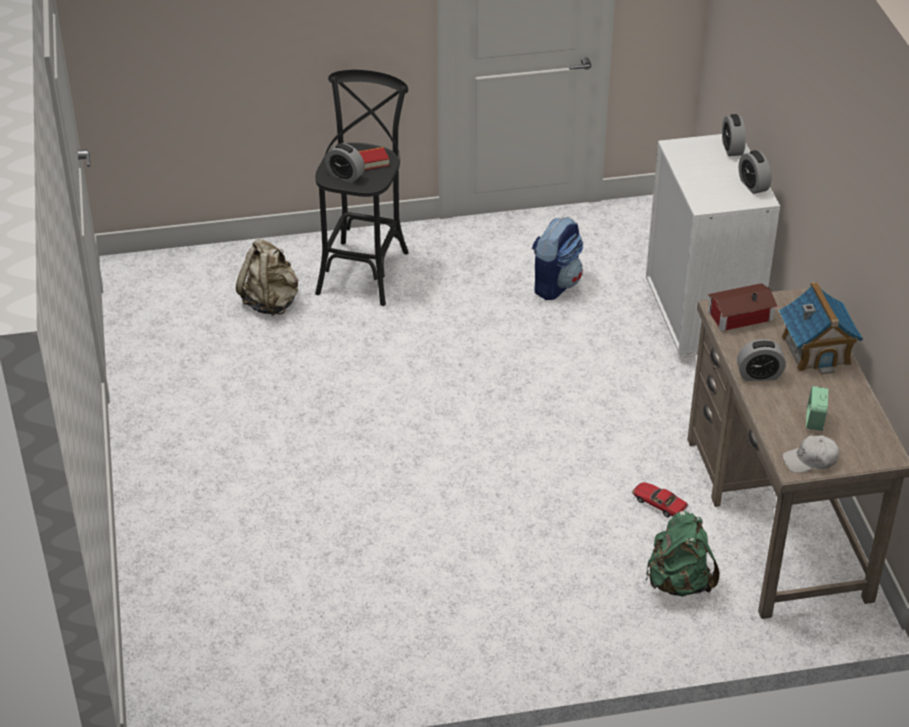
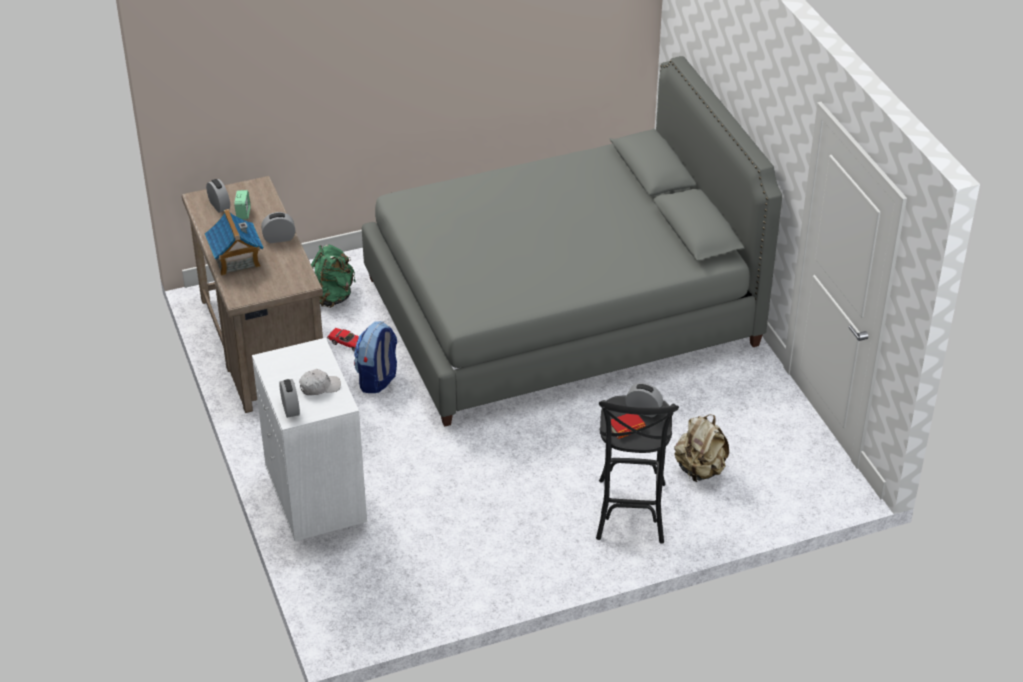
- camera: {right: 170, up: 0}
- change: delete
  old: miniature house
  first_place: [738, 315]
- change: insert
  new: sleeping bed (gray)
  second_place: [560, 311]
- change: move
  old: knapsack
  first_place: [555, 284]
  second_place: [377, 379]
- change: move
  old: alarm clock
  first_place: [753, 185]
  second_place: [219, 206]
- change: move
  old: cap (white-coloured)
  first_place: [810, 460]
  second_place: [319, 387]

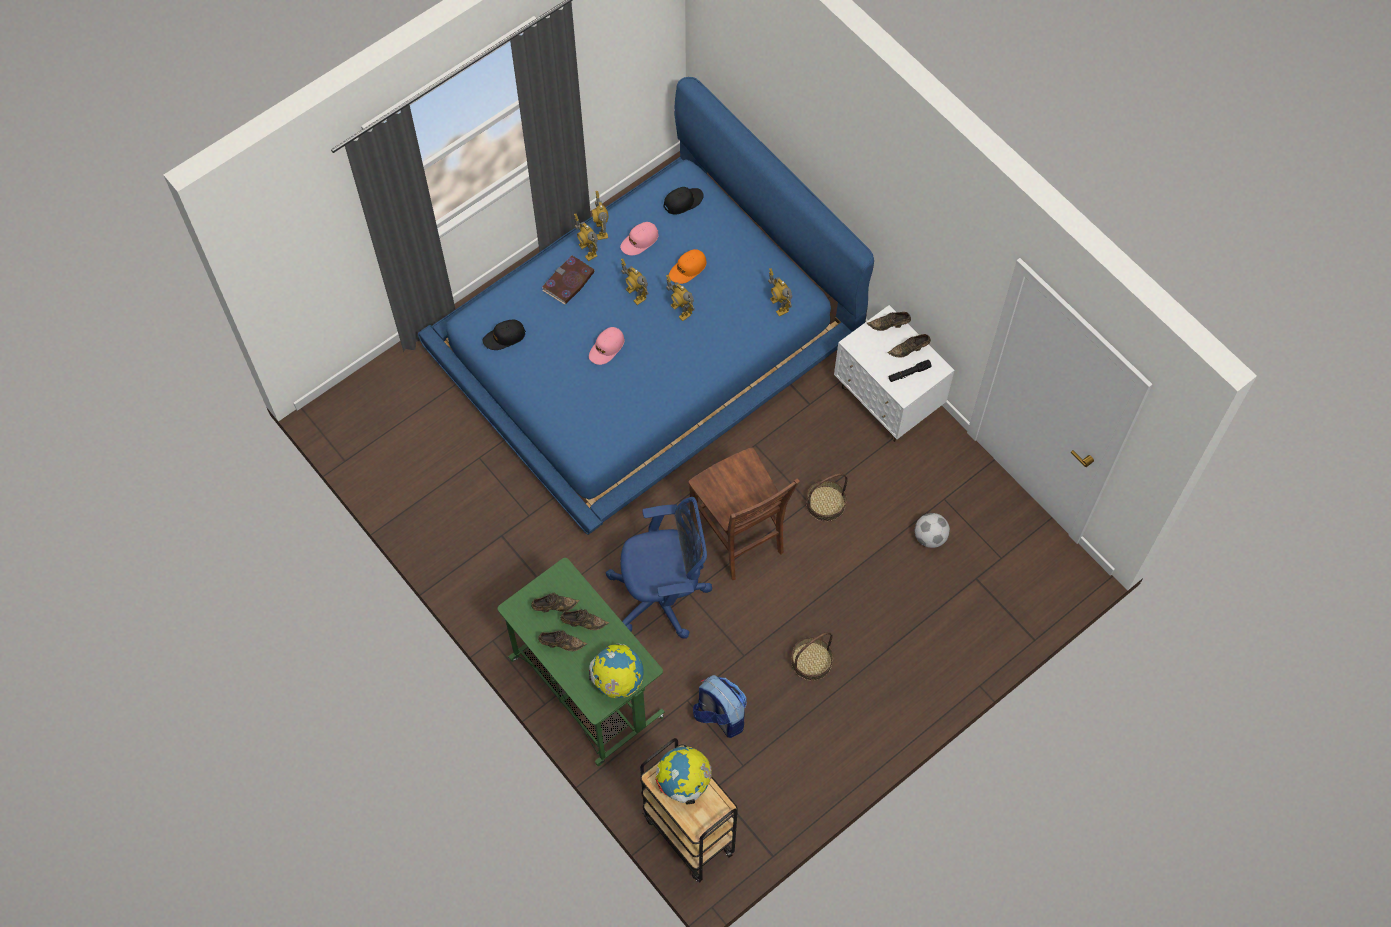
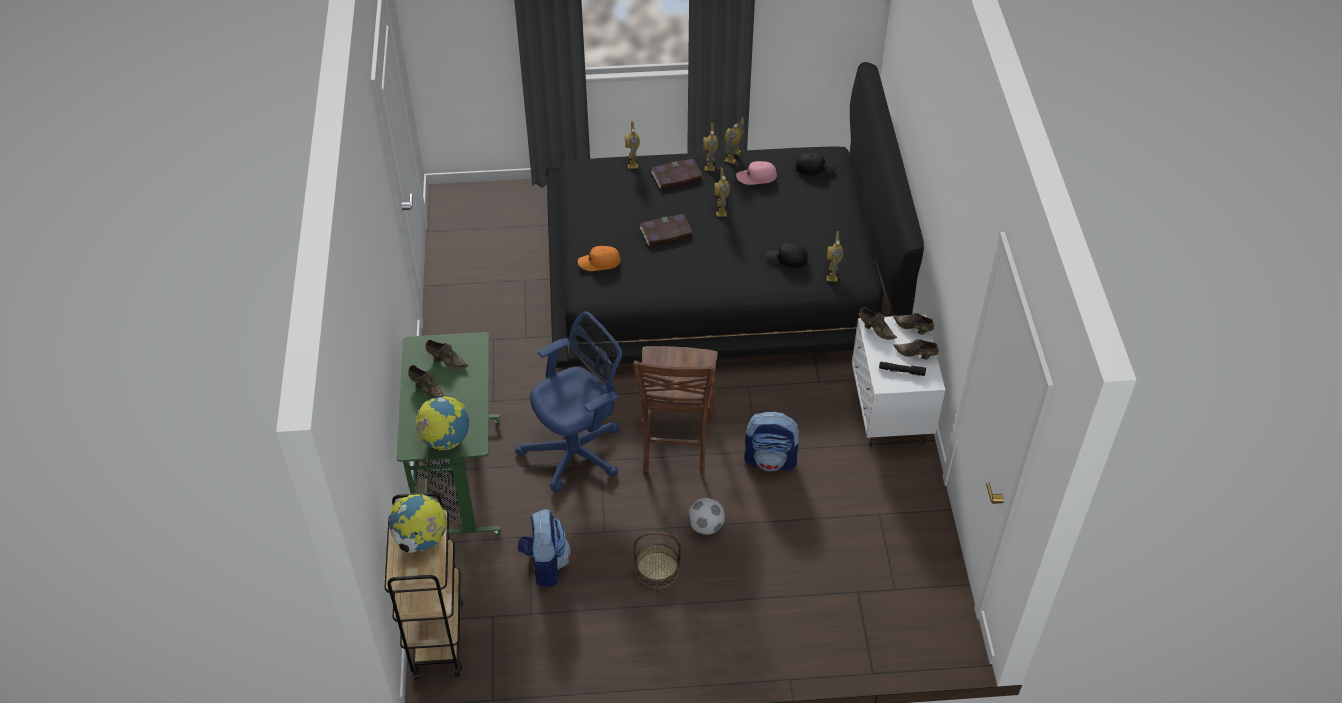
- camera: {right: 35, up: -15}
- change: move
  old: cap (black)
  first_place: [504, 337]
  second_place: [787, 259]
- change: move
  old: low shoe (brown-coloured)
  first_place: [583, 623]
  second_place: [875, 329]
- change: move
  old: model robot
  first_place: [680, 310]
  second_place: [632, 161]
- change: move
  old: cap (orangey)
  first_place: [687, 269]
  second_place: [599, 262]
- change: move
  old: football
  first_place: [930, 537]
  second_place: [706, 526]
- change: replace
  old: cap (pinkish)
  new: volume
  first_place: [606, 348]
  second_place: [666, 232]
- change: replace
  old: basket
  new: knapsack
  first_place: [825, 503]
  second_place: [771, 460]
- change: recolor
  old: sleeping bed (blue)
  new: sleeping bed (black)
  first_place: [645, 344]
  second_place: [720, 272]
- change: rotate
  old: desk chair (blue)
  first_place: [663, 596]
  second_place: [577, 451]
  degrees: -60

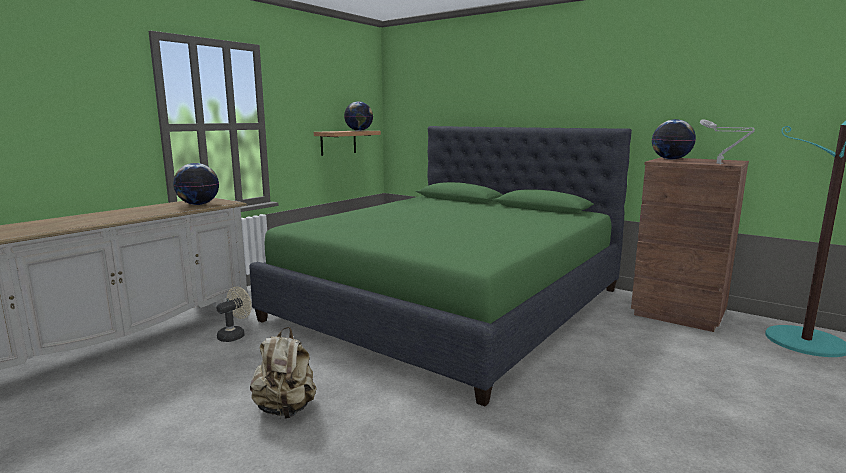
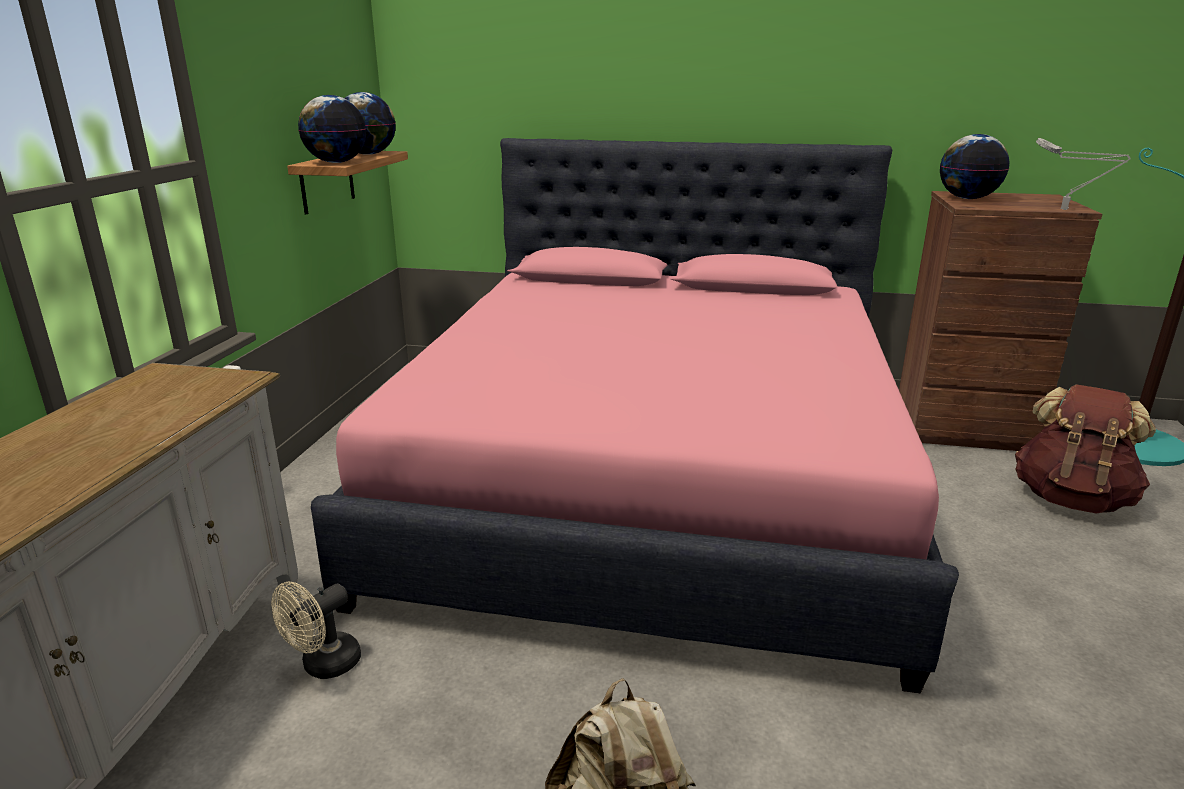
- camera: {right: -25, up: 10}
- change: insert
  new: knapsack (brown-coloured)
  second_place: [1071, 499]
- change: move
  old: world globe
  first_place: [198, 204]
  second_place: [336, 162]
- change: recolor
  old: sleeping bed (green)
  new: sleeping bed (pinkish)
  first_place: [450, 304]
  second_place: [652, 480]
- change: rotate
  old: electric fan (beige)
  first_place: [235, 335]
  second_place: [323, 666]
  degrees: -150

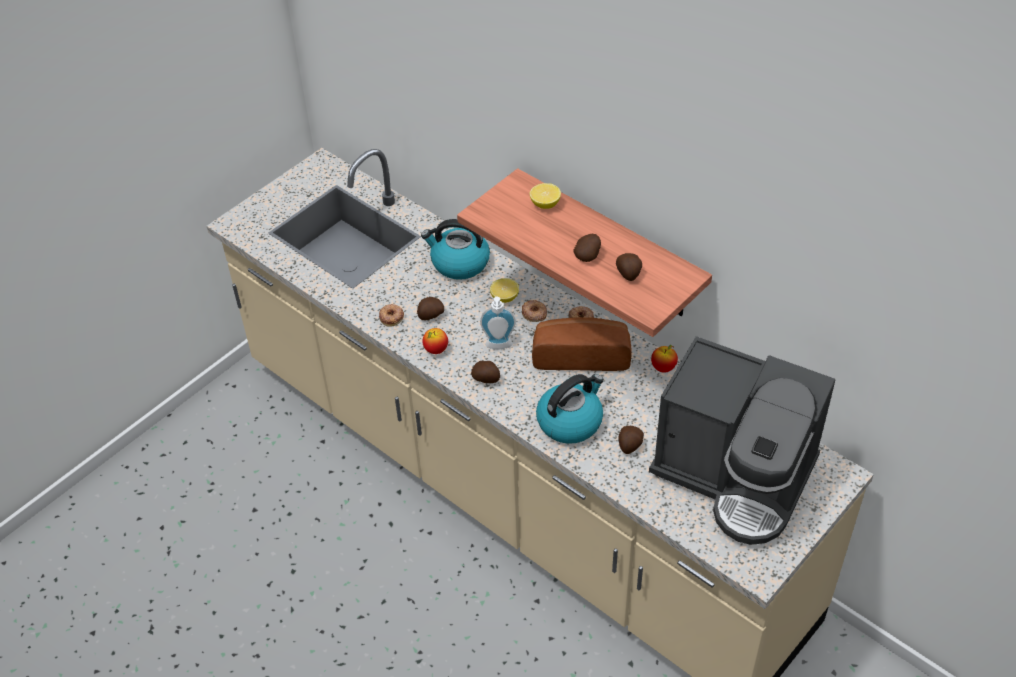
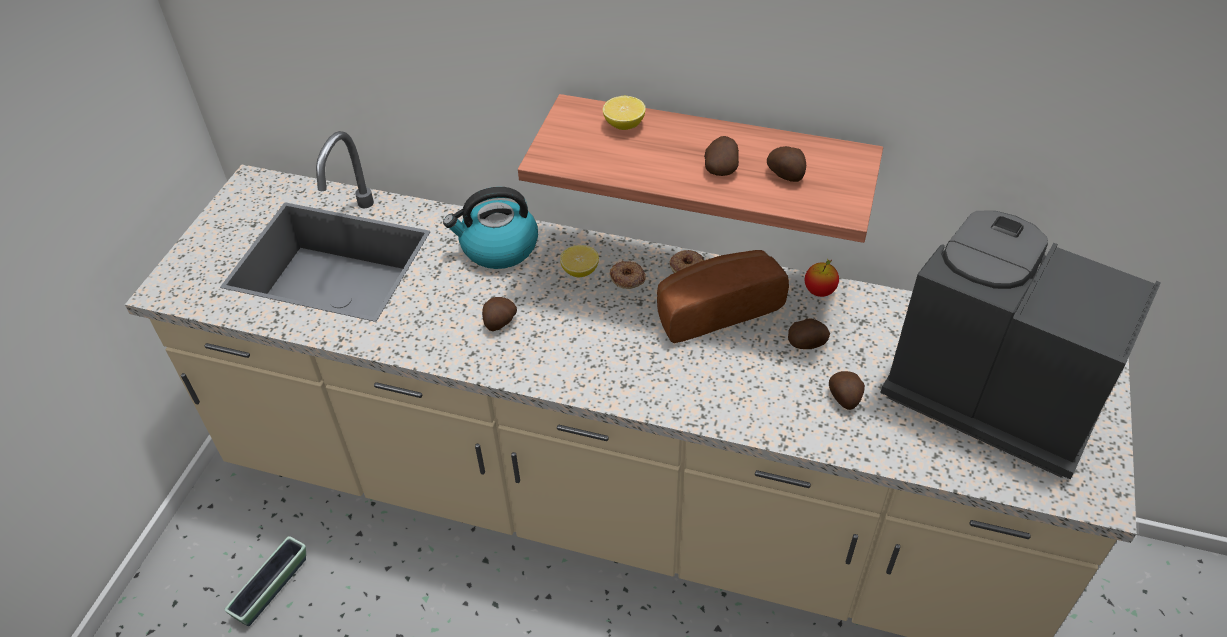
- camera: {right: -25, up: 0}
- change: delete
  old: donut
  first_place: [391, 317]
- change: delete
  old: apple fruit
  first_place: [436, 350]
- change: delete
  old: soap dispenser
  first_place: [499, 347]
- change: delete
  old: kettle
  first_place: [570, 421]
- change: insert
  new: plant pot
  second_place: [272, 588]
- change: move
  old: whole potato
  first_place: [486, 379]
  second_place: [807, 344]
- change: rotate
  old: coffee brewer
  first_place: [735, 476]
  second_place: [988, 389]
  degrees: -150

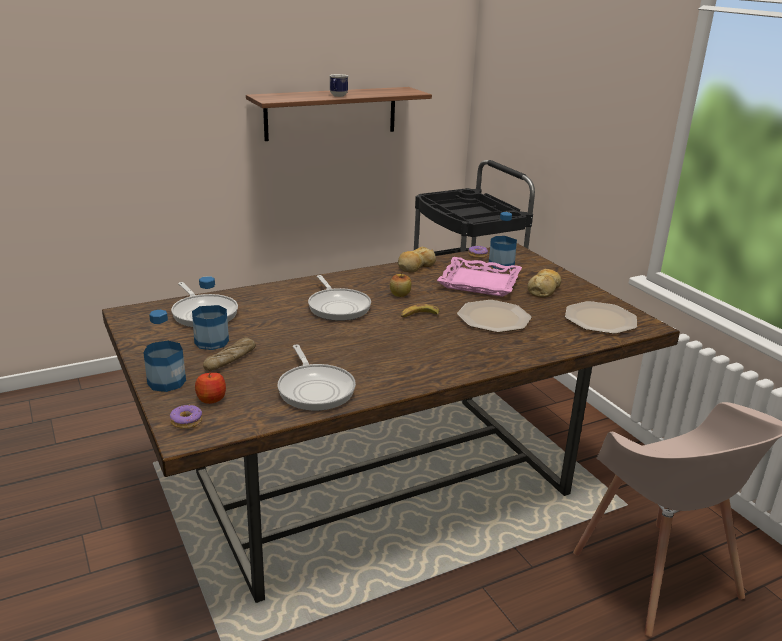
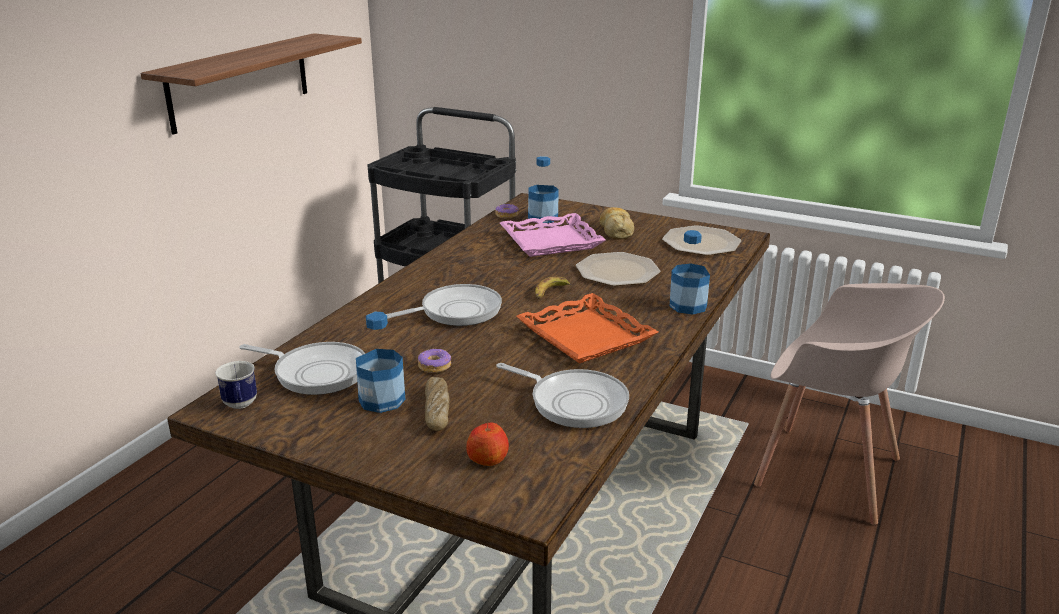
- camera: {right: -35, up: 0}
- change: delete
  old: apple fruit
  first_place: [400, 294]
- change: delete
  old: baked bread
  first_place: [415, 266]
- change: insert
  new: carrying tray (orangey)
  second_place: [584, 336]
- change: move
  old: beverage bottle
  first_place: [166, 382]
  second_place: [688, 306]
- change: move
  old: donut
  first_place: [187, 422]
  second_place: [434, 366]
- change: move
  old: mug
  first_place: [337, 96]
  second_place: [240, 406]
- change: rotate
  old: skillet
  first_place: [338, 307]
  second_place: [456, 311]
  degrees: -60

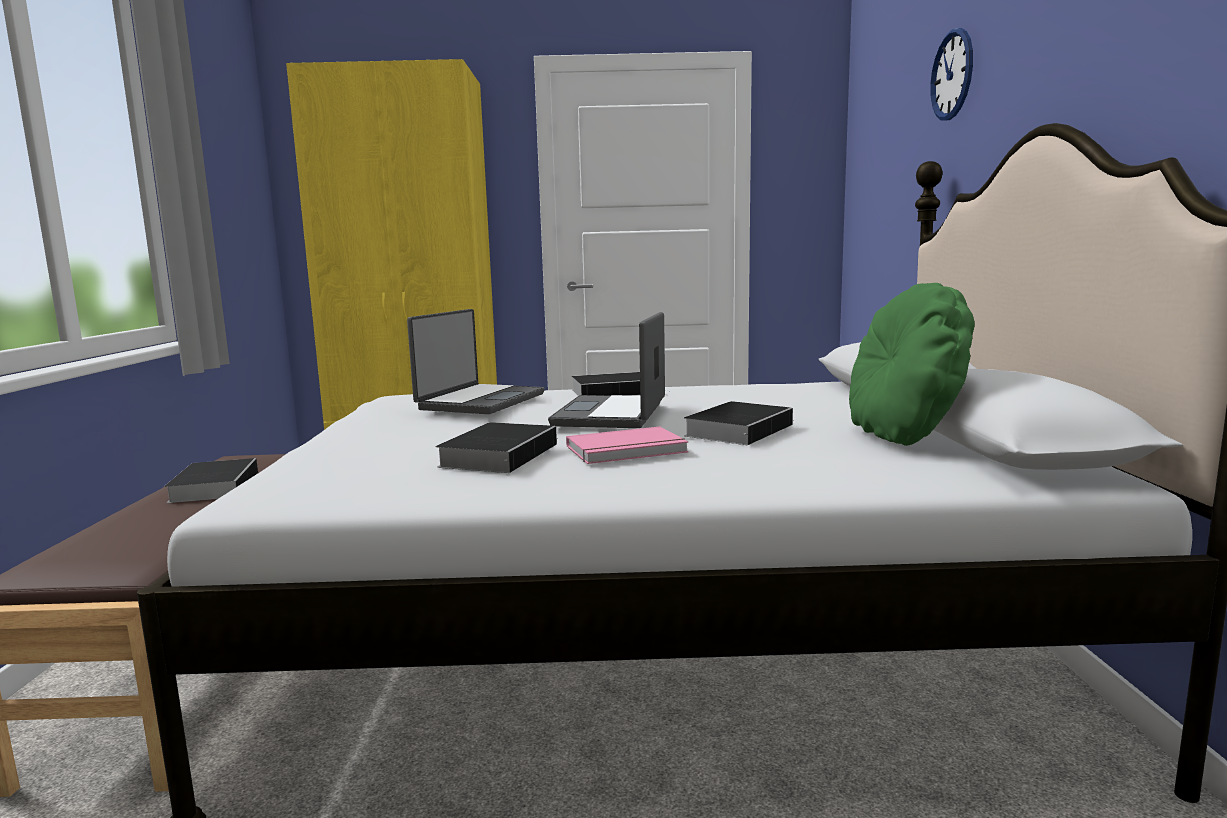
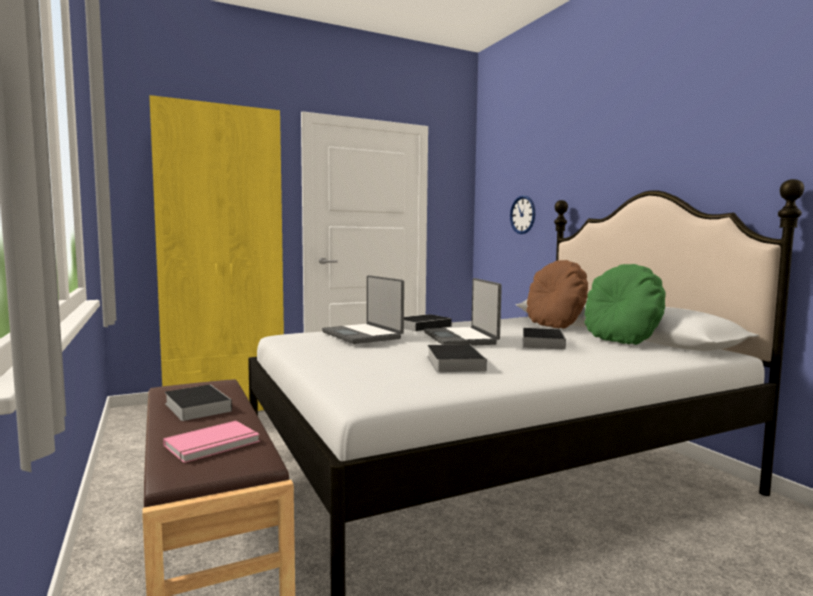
- camera: {right: -25, up: -5}
- change: insert
  new: throw pillow (brown-coloured)
  second_place: [555, 327]
- change: move
  old: volume (pinkish)
  first_place: [627, 450]
  second_place: [213, 444]
- change: move
  old: hanging clock
  first_place: [952, 75]
  second_place: [522, 214]
- change: rotate
  old: laptop
  first_place: [480, 401]
  second_place: [363, 335]
  degrees: 150

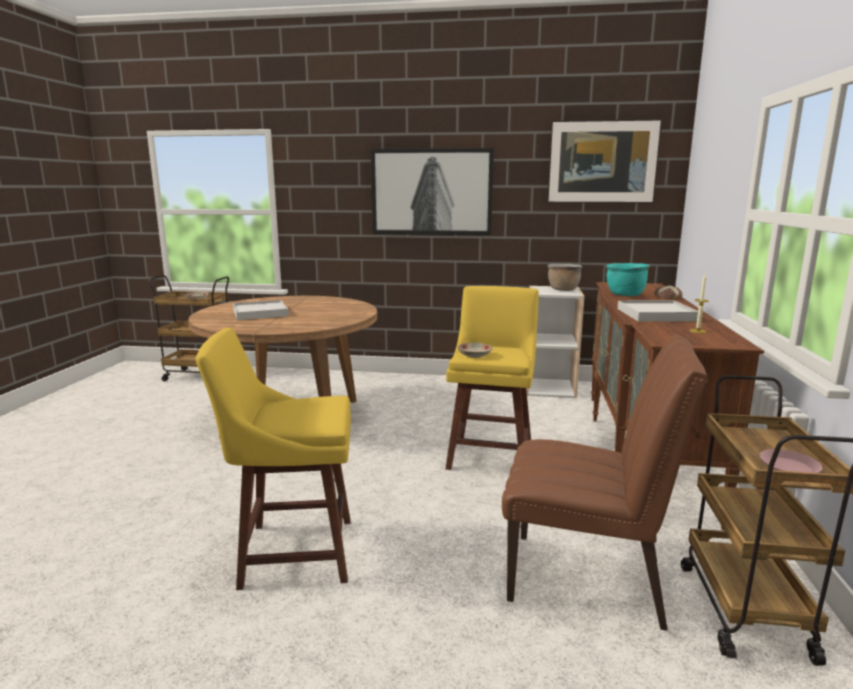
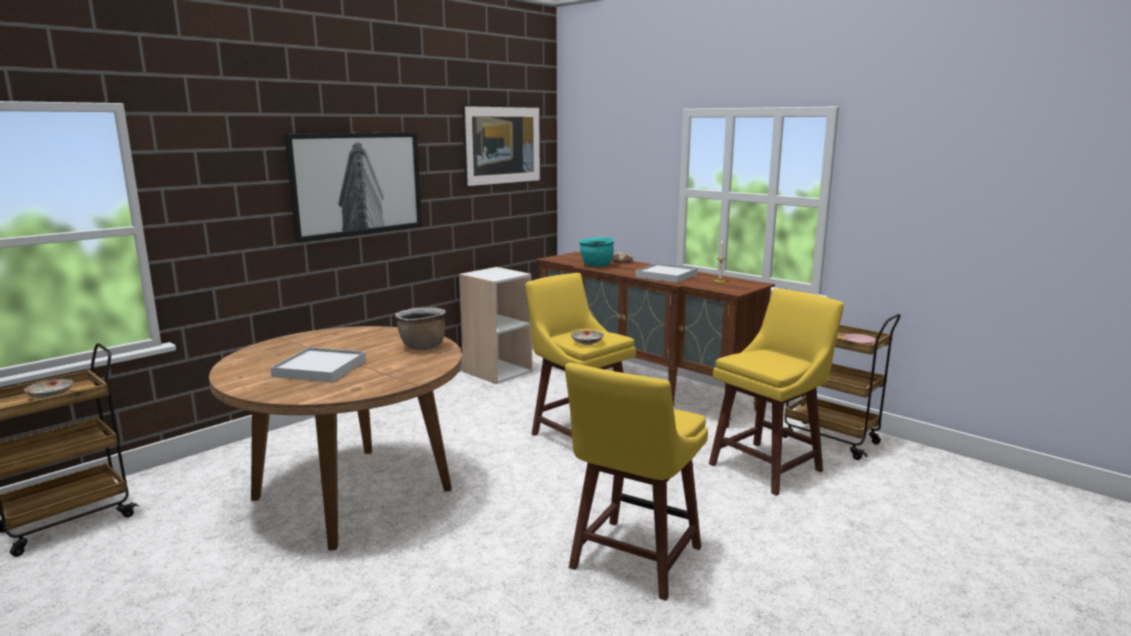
- camera: {right: -55, up: 0}
- change: move
  old: saucepot (brown-coloured)
  first_place: [563, 290]
  second_place: [422, 347]
- change: replace
  old: chair (brown-coloured)
  new: sitting stool (yellow-coloured)
  first_place: [584, 579]
  second_place: [769, 466]

